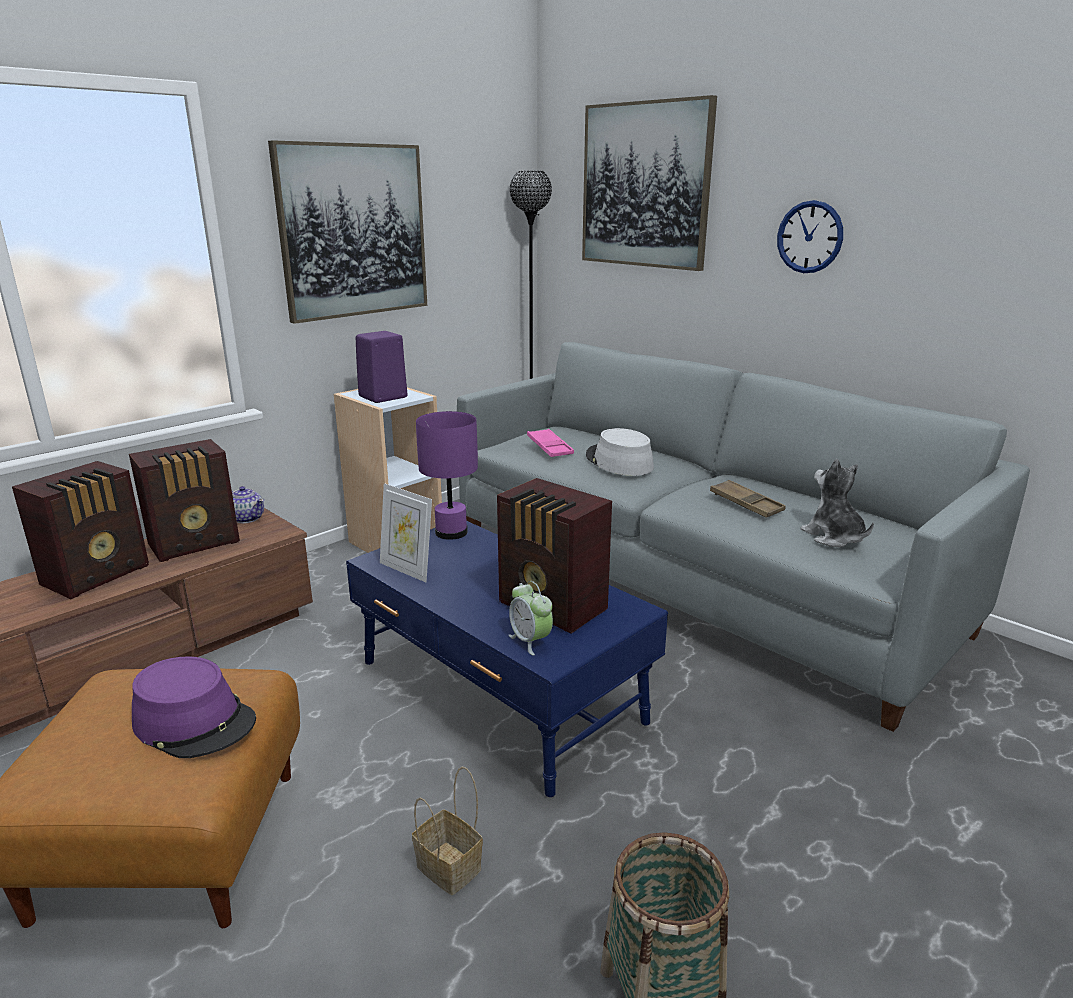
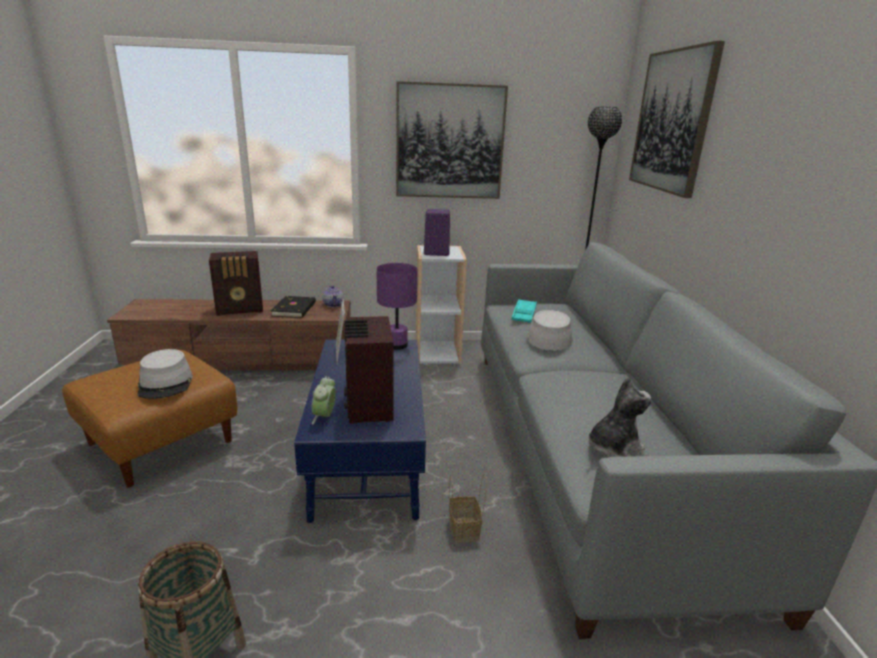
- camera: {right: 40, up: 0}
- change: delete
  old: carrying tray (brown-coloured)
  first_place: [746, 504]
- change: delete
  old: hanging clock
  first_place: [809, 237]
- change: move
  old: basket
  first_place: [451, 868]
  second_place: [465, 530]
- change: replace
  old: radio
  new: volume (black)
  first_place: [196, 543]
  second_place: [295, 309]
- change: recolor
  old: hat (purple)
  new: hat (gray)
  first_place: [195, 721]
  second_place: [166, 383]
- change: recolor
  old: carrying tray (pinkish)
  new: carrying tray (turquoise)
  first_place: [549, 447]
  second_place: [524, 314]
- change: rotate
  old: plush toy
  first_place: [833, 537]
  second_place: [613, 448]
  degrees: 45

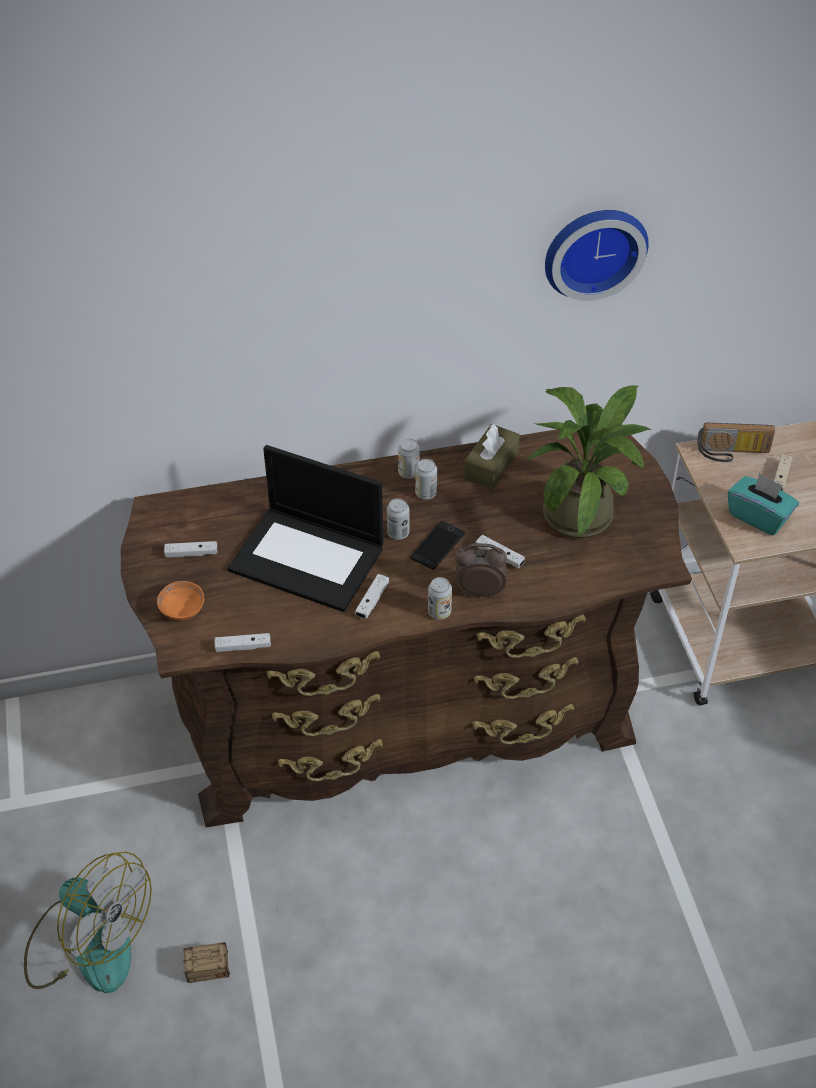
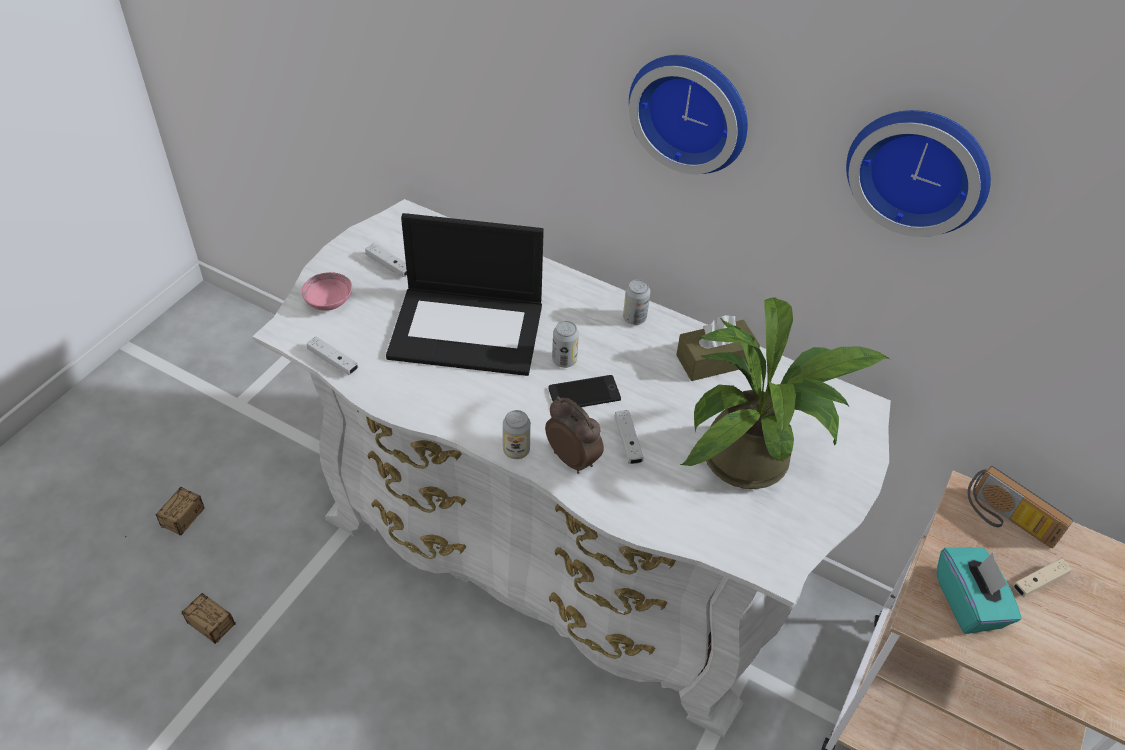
- camera: {right: 40, up: 0}
- change: delete
  old: gamepad (white-coloured)
  first_place: [372, 601]
- change: delete
  old: metal can
  first_place: [426, 493]
- change: insert
  new: hanging clock
  second_place: [692, 110]
- change: replace
  old: electric fan
  new: storage bin
  first_place: [88, 943]
  second_place: [166, 536]
- change: recolor
  old: chest of drawers (brown-coloured)
  new: chest of drawers (white-coloured)
  first_place: [407, 718]
  second_place: [555, 556]
- change: recolor
  old: serving bowl (orangey)
  new: serving bowl (pinkish)
  first_place: [182, 610]
  second_place: [329, 301]
- change: rotate
  old: laptop
  first_place: [309, 558]
  second_place: [468, 329]
  degrees: -60

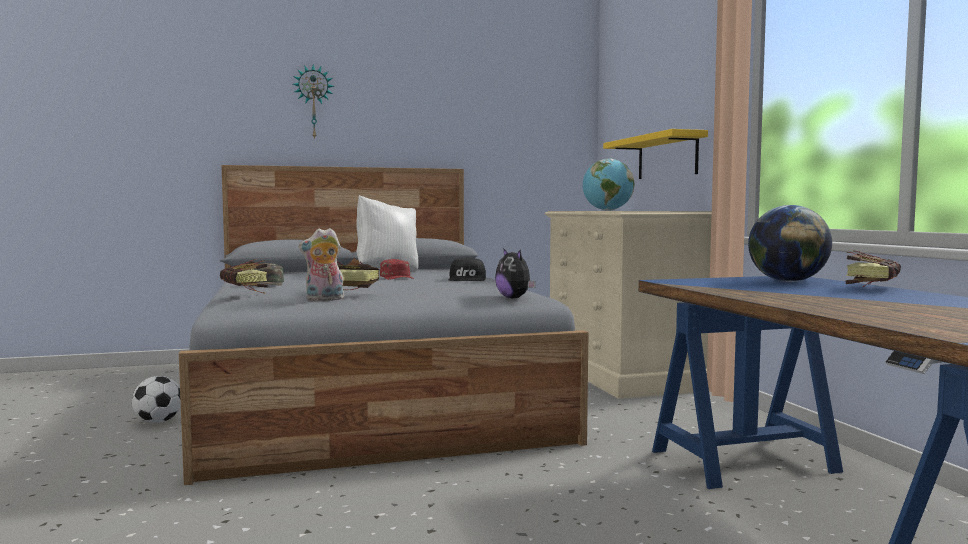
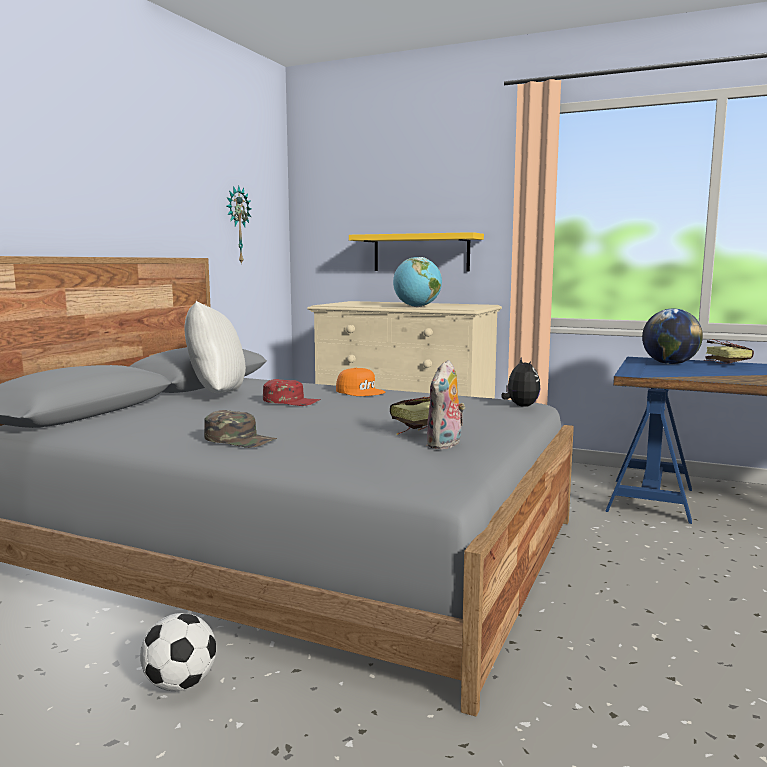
- camera: {right: -50, up: 5}
- change: delete
  old: volume
  first_place: [246, 291]
- change: move
  old: hanging clock
  first_place: [313, 102]
  second_place: [237, 225]
- change: recolor
  old: cap (black)
  new: cap (orangey)
  first_place: [468, 279]
  second_place: [360, 391]
- change: rotate
  old: plush toy
  first_place: [514, 298]
  second_place: [520, 406]
  degrees: -105

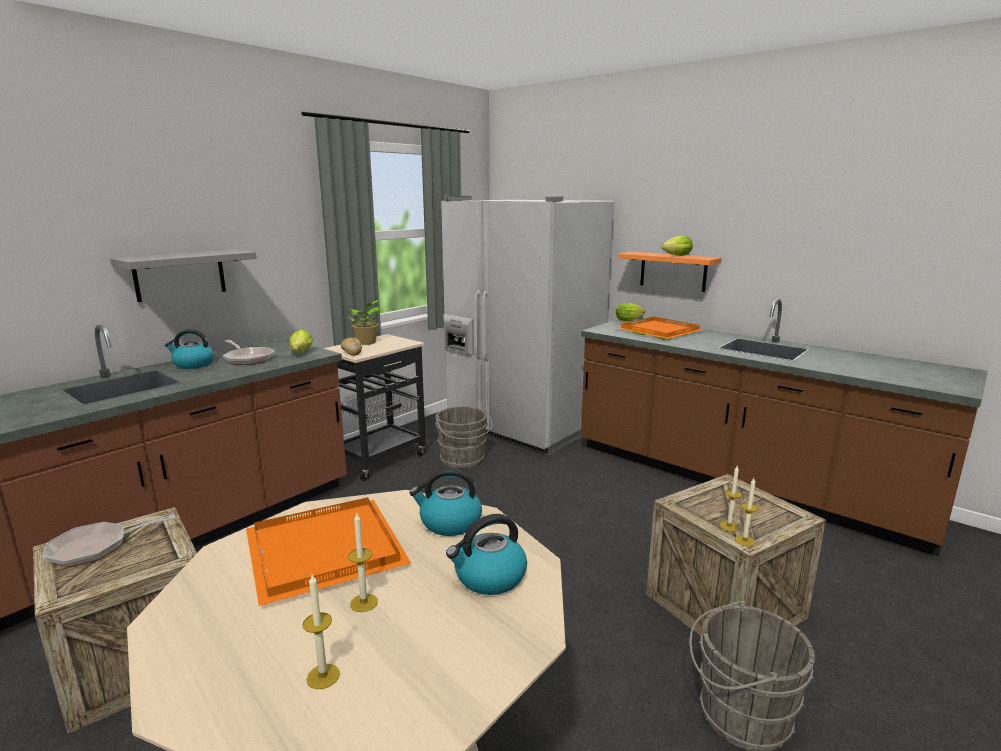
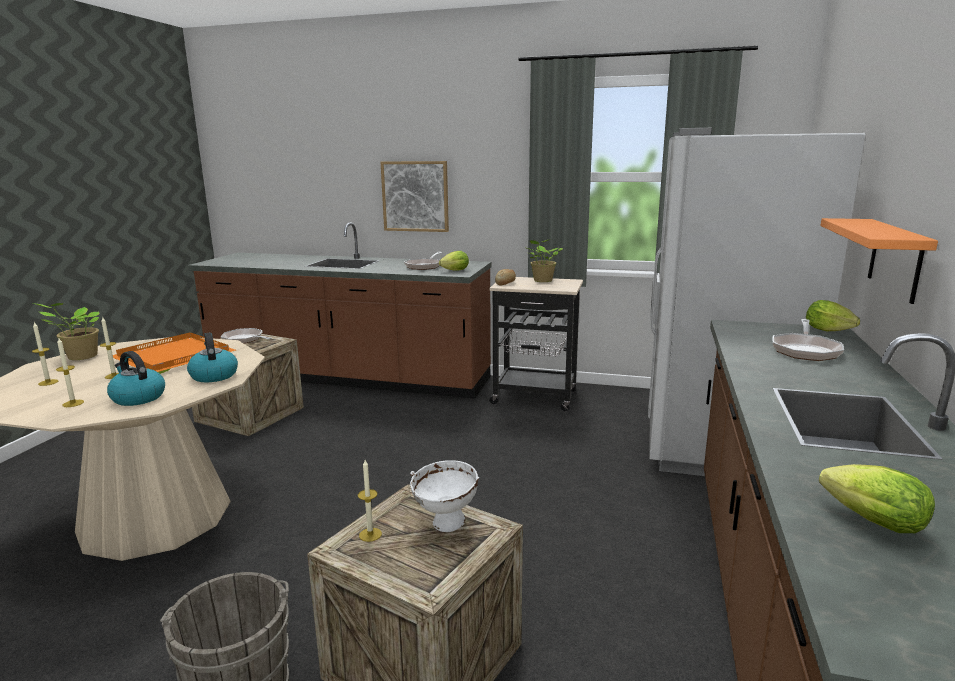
- camera: {right: 65, up: 0}
- change: delete
  old: kettle
  first_place: [193, 364]
- change: delete
  old: pail (gray)
  first_place: [463, 460]
- change: insert
  new: potted plant
  second_place: [80, 357]
- change: insert
  new: serving bowl (white-coloured)
  second_place: [446, 525]
- change: move
  old: head of lettuce
  first_place: [675, 256]
  second_place: [867, 519]
- change: move
  old: wax light
  first_place: [744, 541]
  second_place: [73, 403]
- change: replace
  old: wall shelf (gray)
  new: wall art
  first_place: [180, 275]
  second_place: [415, 196]
- change: replace
  old: carrying tray (orangey)
  new: skillet
  first_place: [659, 331]
  second_place: [805, 350]

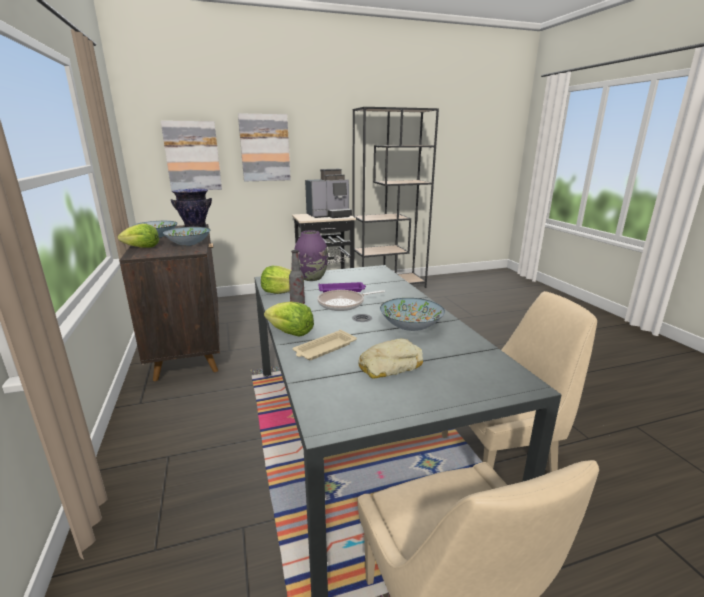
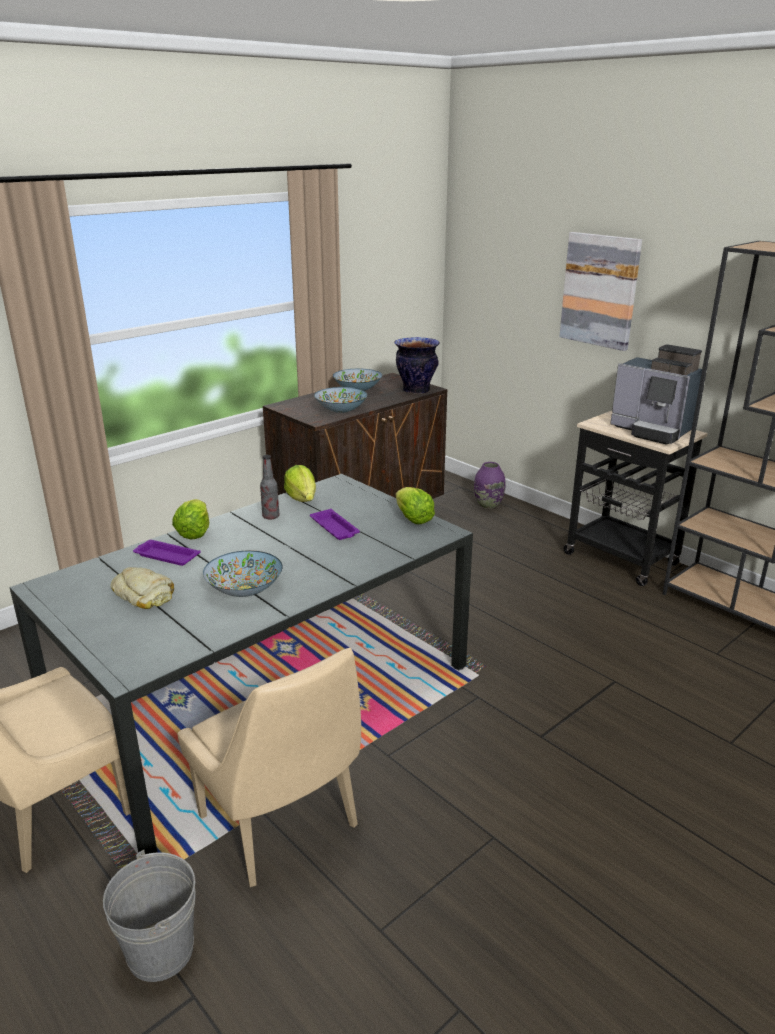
- camera: {right: 65, up: 5}
- change: delete
  old: wall art
  first_place: [192, 156]
- change: delete
  old: skillet
  first_place: [344, 304]
- change: insert
  new: pail (gray)
  second_place: [161, 951]
- change: move
  old: head of lettuce
  first_place: [142, 247]
  second_place: [413, 518]
- change: move
  old: decorative vase (purple)
  first_place: [312, 278]
  second_place: [488, 505]
- change: recolor
  old: carrying tray (beige)
  new: carrying tray (purple)
  first_place: [324, 349]
  second_place: [166, 556]

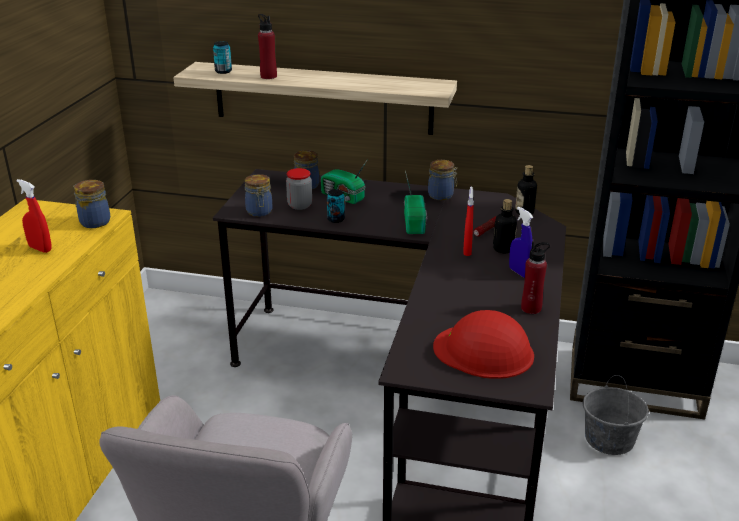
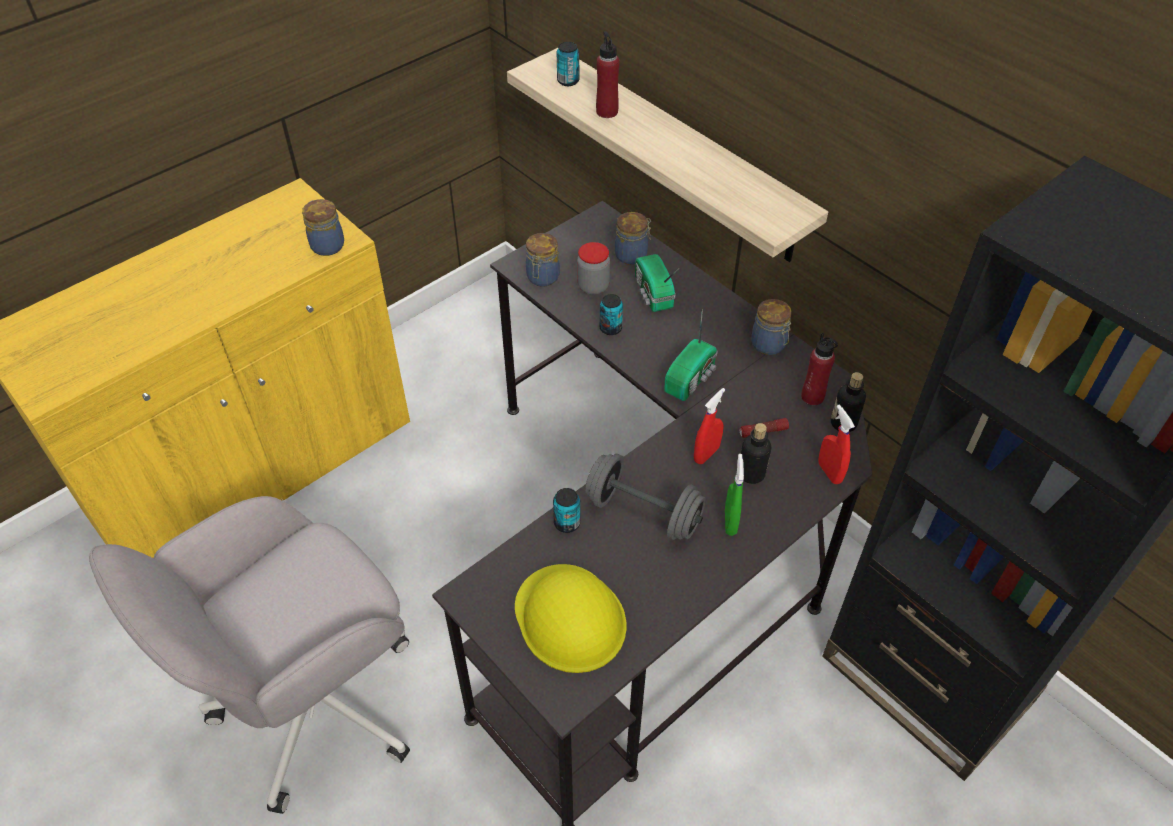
- camera: {right: 35, up: 20}
- change: delete
  old: pail (gray)
  first_place: [609, 439]
- change: insert
  new: metal can
  second_place: [567, 523]
- change: insert
  new: hand weight (gray)
  second_place: [643, 512]
- change: move
  old: sprayer (red)
  first_place: [40, 249]
  second_place: [829, 472]
- change: move
  old: beverage bottle (red)
  first_place: [531, 308]
  second_place: [812, 396]
- change: recolor
  old: hard hat (red)
  new: hard hat (yellow-coloured)
  first_place: [484, 351]
  second_place: [570, 618]
- change: recolor
  old: sprayer (blue)
  new: sprayer (green)
  first_place: [519, 272]
  second_place: [730, 522]

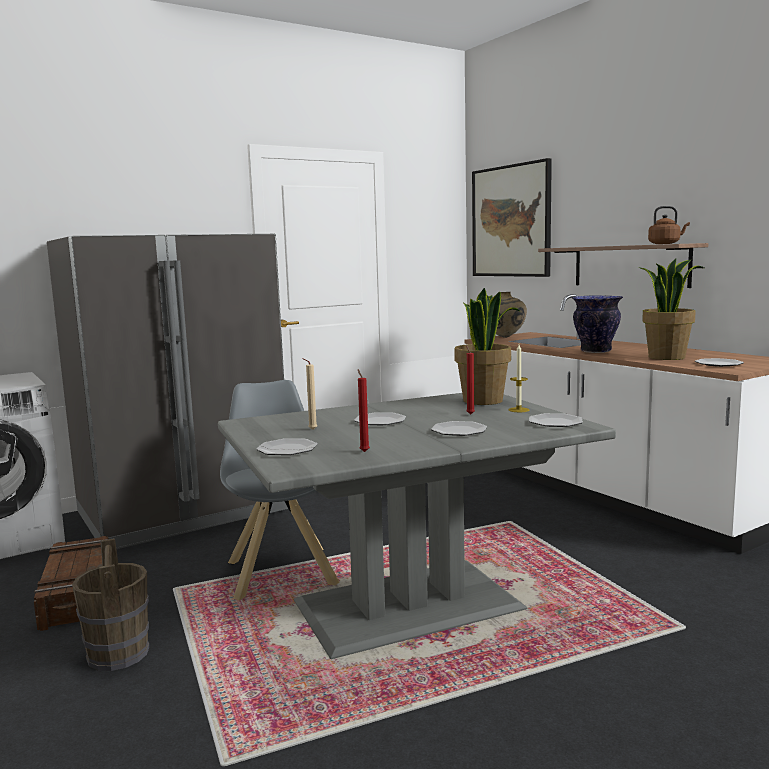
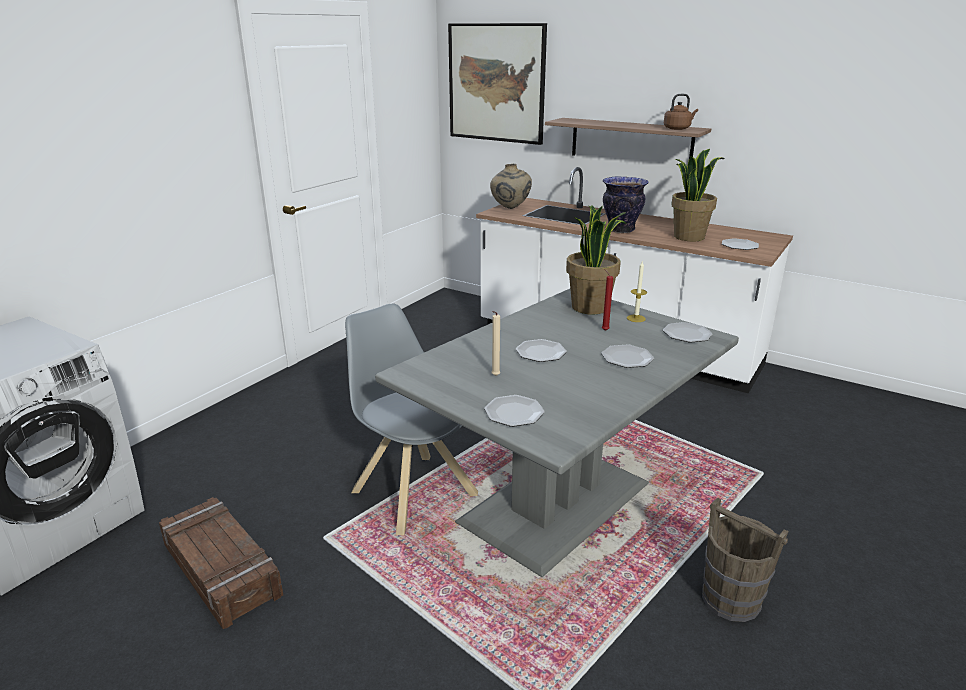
- camera: {right: -25, up: 15}
- change: delete
  old: kitchen fridge (gray)
  first_place: [184, 511]
- change: delete
  old: wax light (red)
  first_place: [364, 451]
- change: move
  old: pail (brown-coloured)
  first_place: [118, 653]
  second_place: [730, 599]

